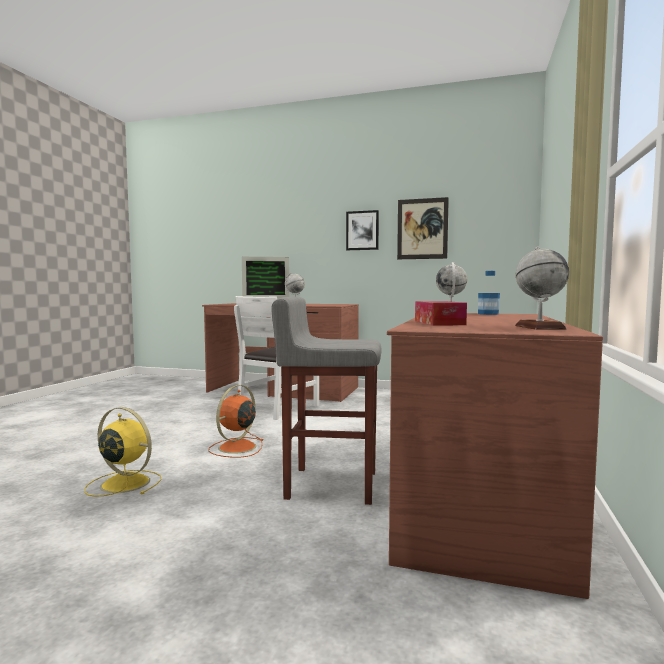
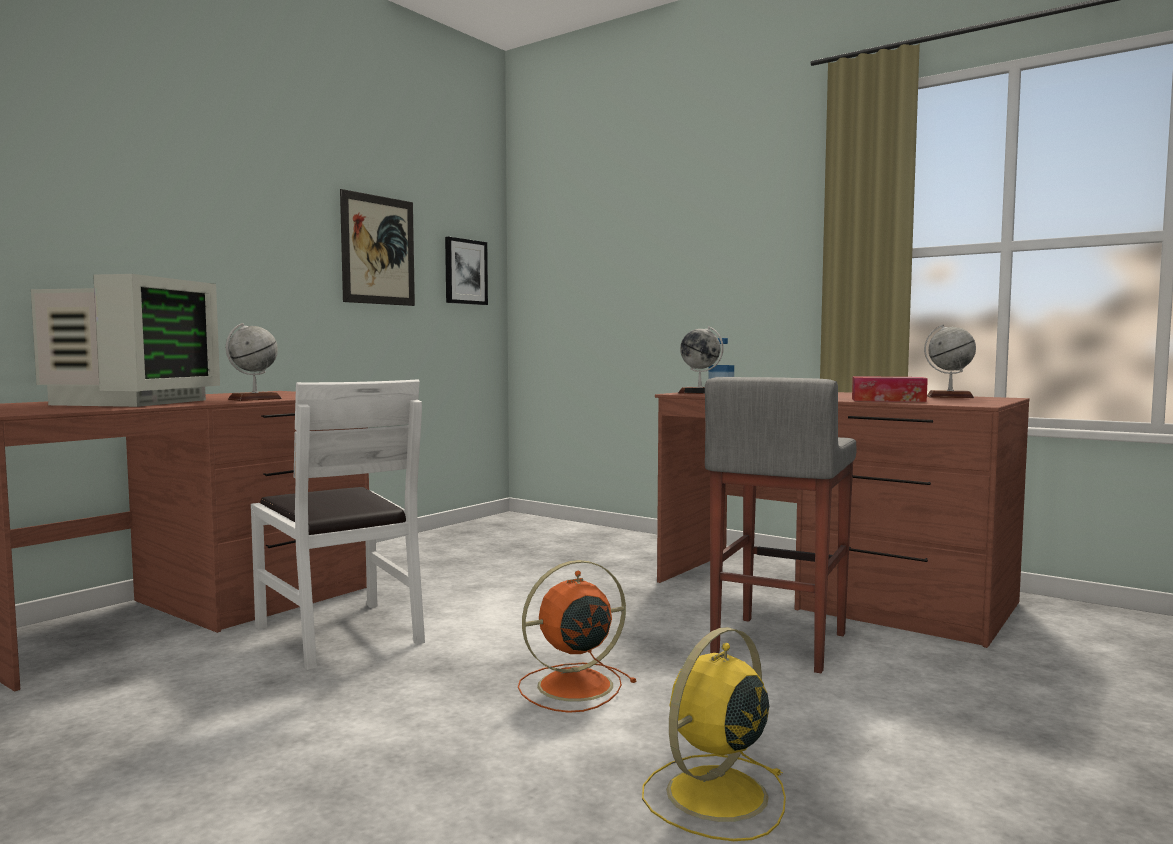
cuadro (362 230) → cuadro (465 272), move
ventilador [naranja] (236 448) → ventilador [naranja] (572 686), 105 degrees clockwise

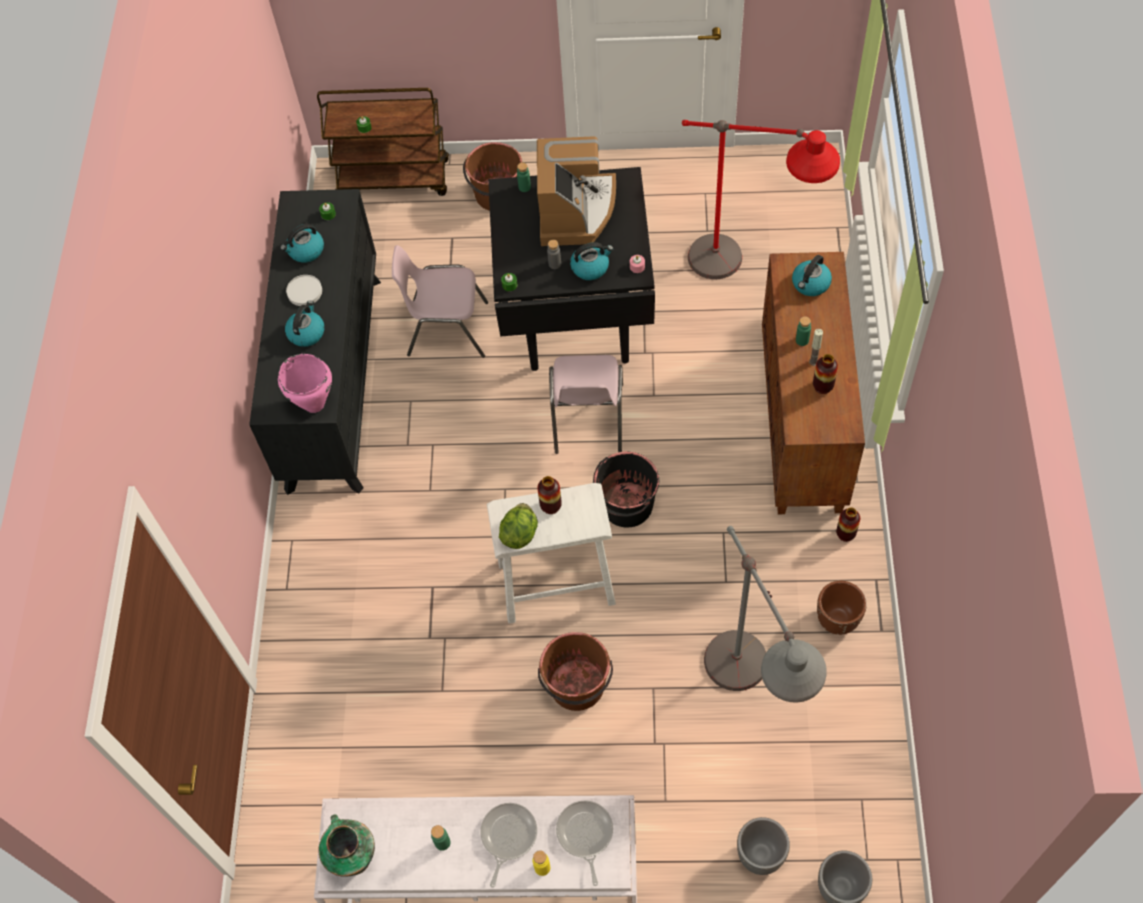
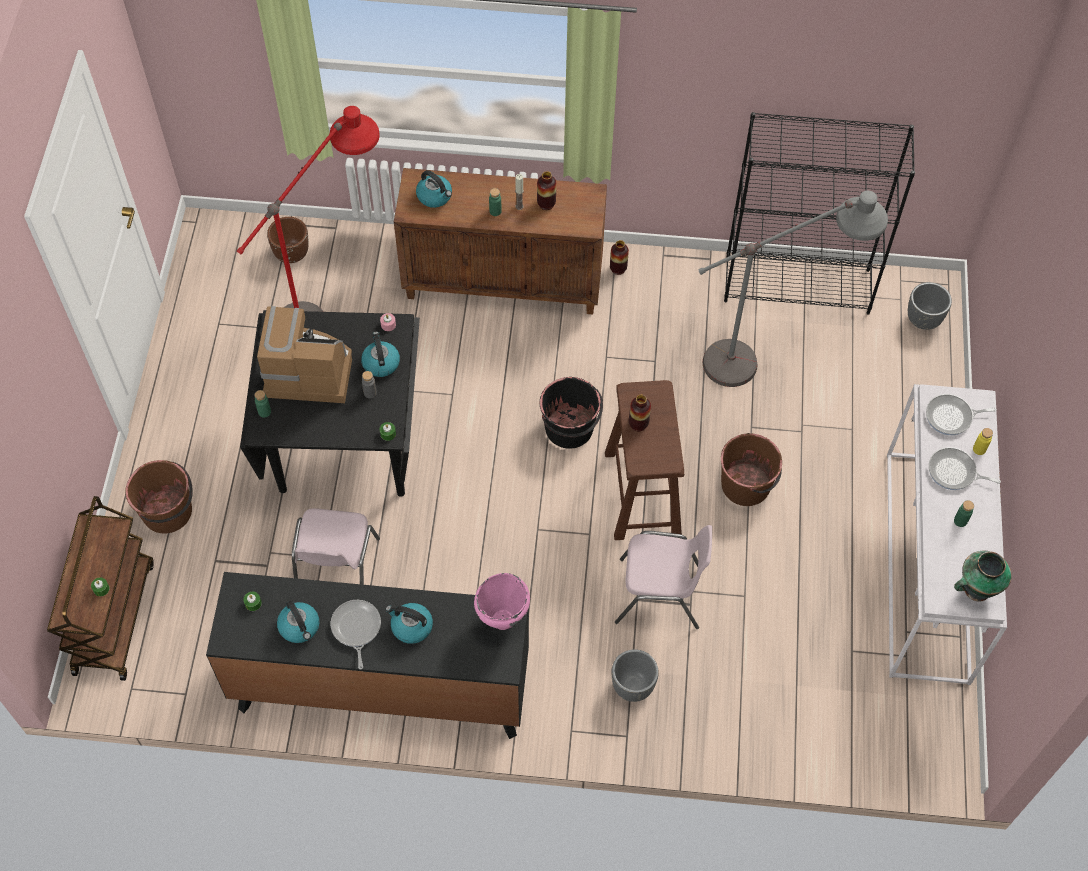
plato [blanco] (304 292) → sartén (356 628)
silla [rosa] (587 420) → silla [rosa] (660 595), move
taburete [blanco] (555 582) → taburete [marrón] (642 494)
lechuga (520 533) → -
maceta [marrón] (837 620) → maceta [marrón] (291 254), move
maceta [gris] (760 856) → maceta [gris] (633 686), move
- → estantería [negro] (798 285)

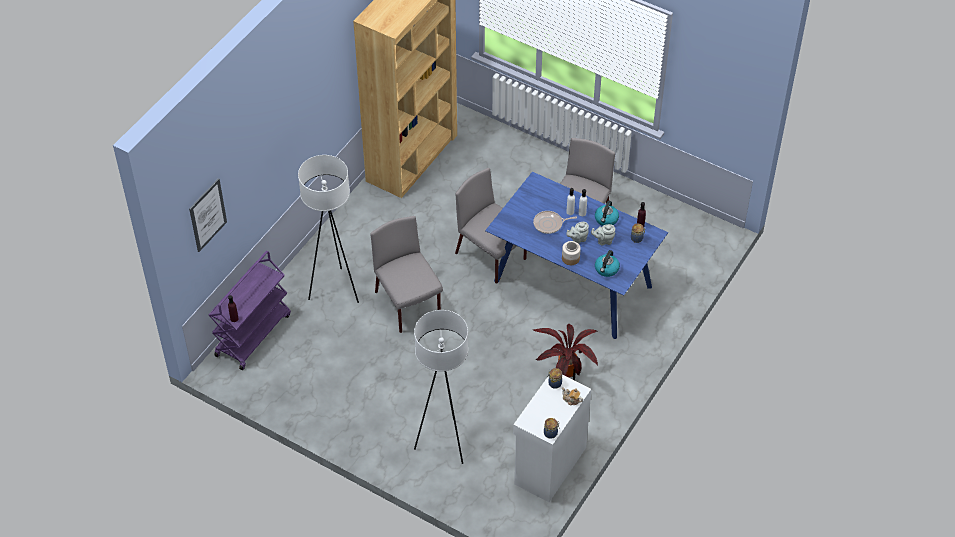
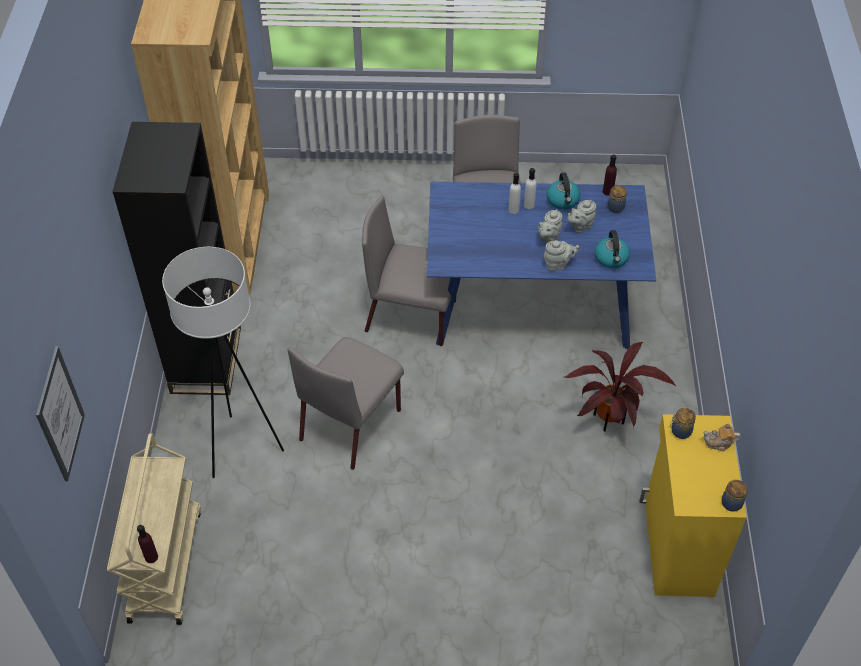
sartén (549 224) → -
silla [gris] (408 305) → silla [gris] (351 423), 90 degrees counterclockwise
tarro (570 258) → tetera [gris] (558 264)
carrito [morado] (253 334) → carrito [beis] (165 564)
lámpara de pie [blanco] (444 443) → -
armario [blanco] (548 465) → armario [amarillo] (676 547)
- → estantería [negro] (206 360)

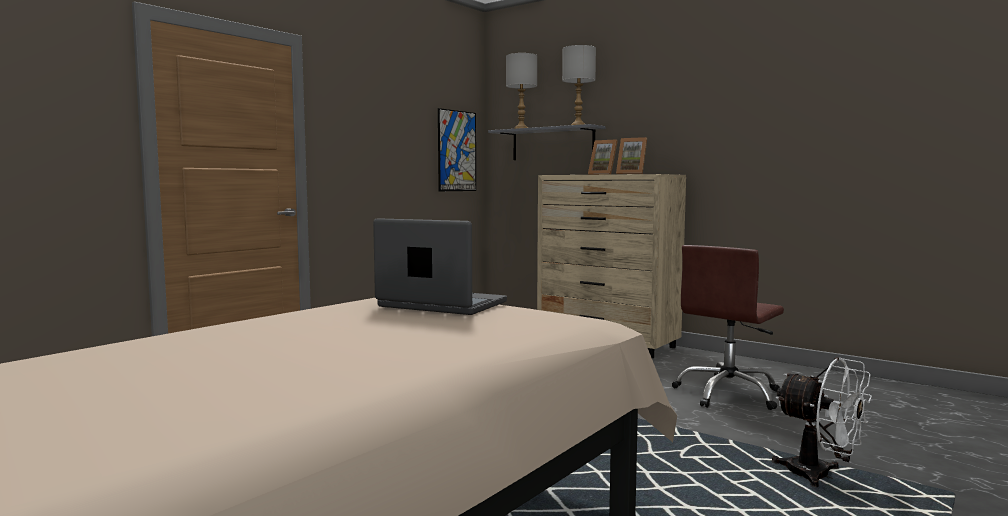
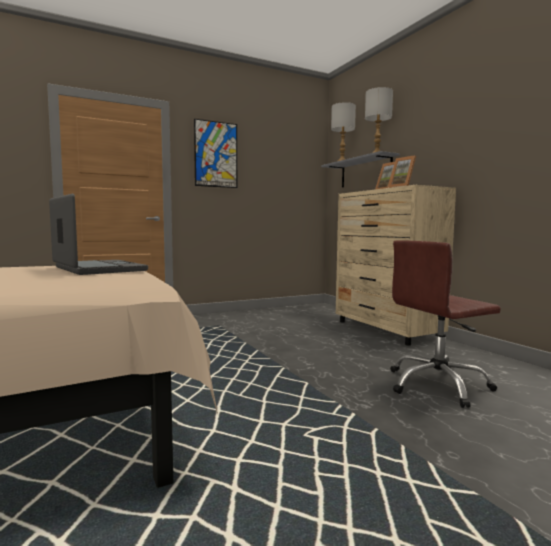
cuadro (457 151) → cuadro (216 154), move
ventilador [blanco] (820 476) → -

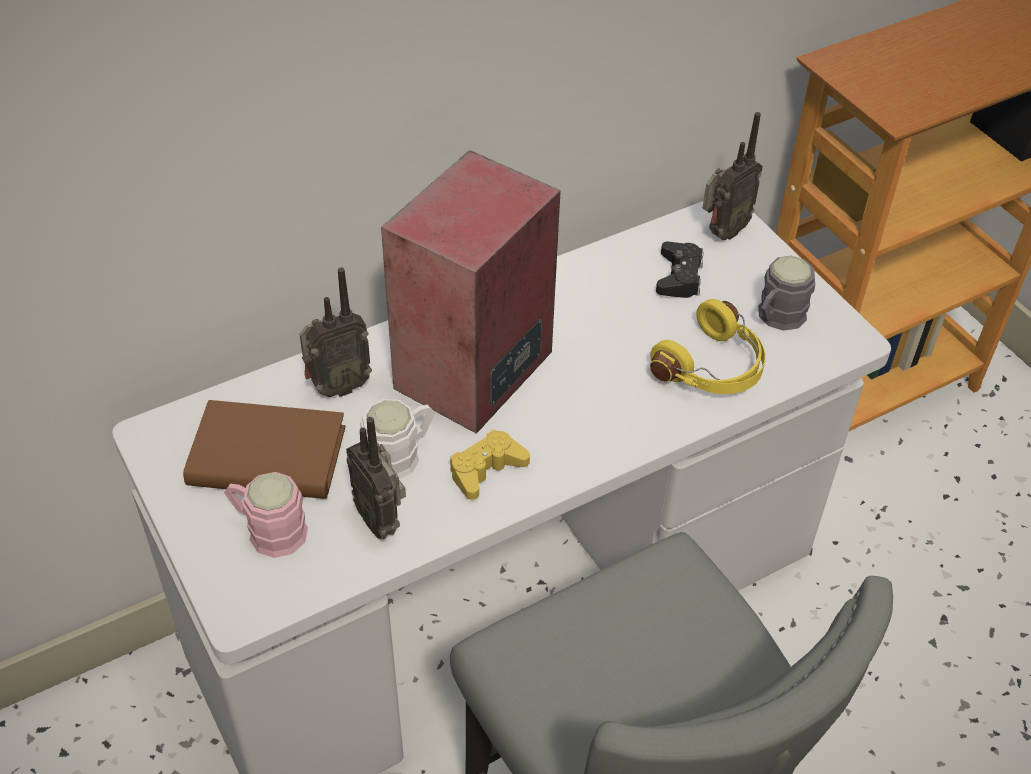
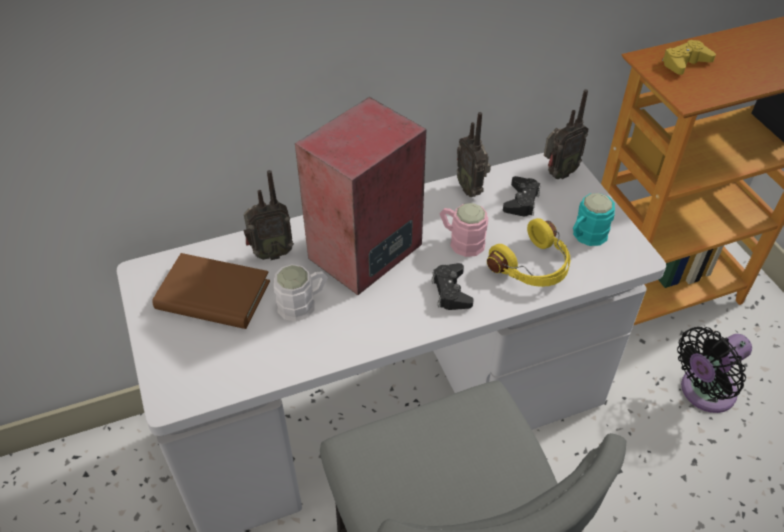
taza grande [gris] (776 318) → taza grande [turquesa] (585 236)
radio (380 519) → radio (471 189), move
mando de consola [amarillo] (486 470) → mando de consola [amarillo] (685 63), move
taza grande [rosa] (268 530) → taza grande [rosa] (461 241), move
- → mando de consola [negro] (451 291)
- → ventilador [negro] (703 392)

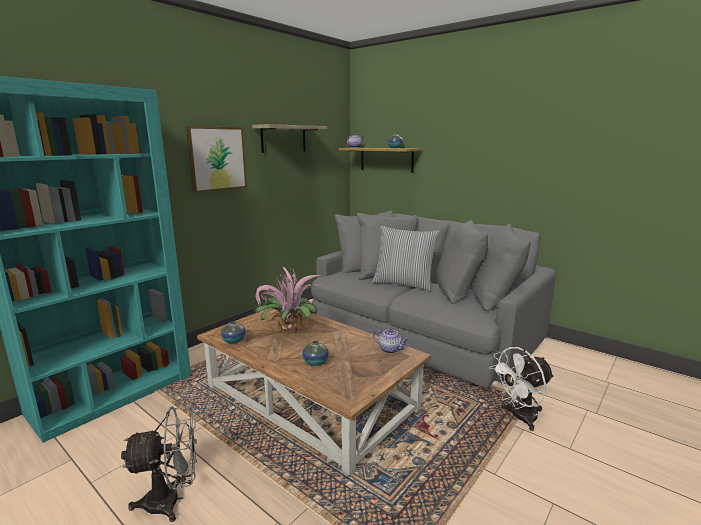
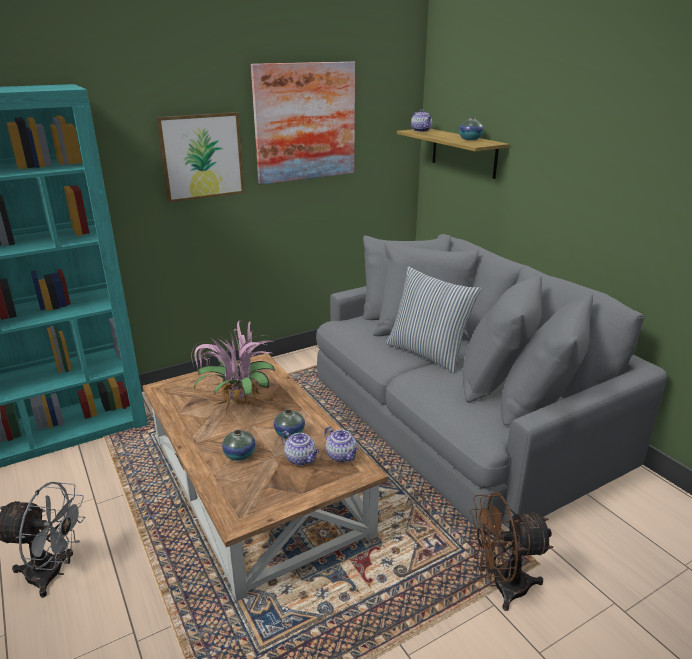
estante (283 138) → cuadro (305 122)
florero (234 341) → florero (289 433), move
ventilador [blanco] (519 417) → ventilador [marrón] (500 586)
- → tetera (301 459)

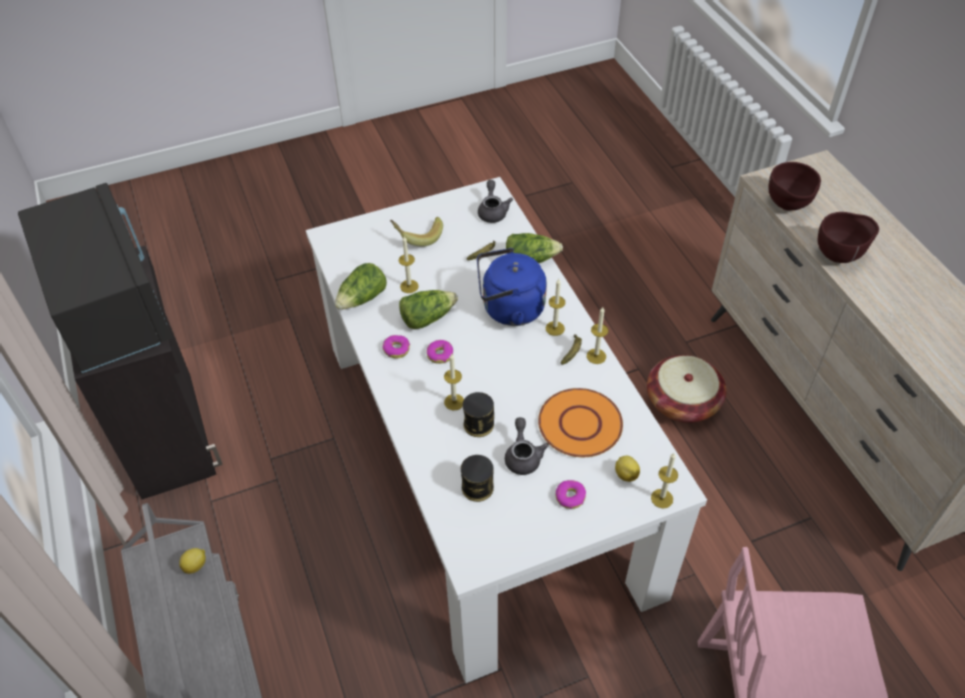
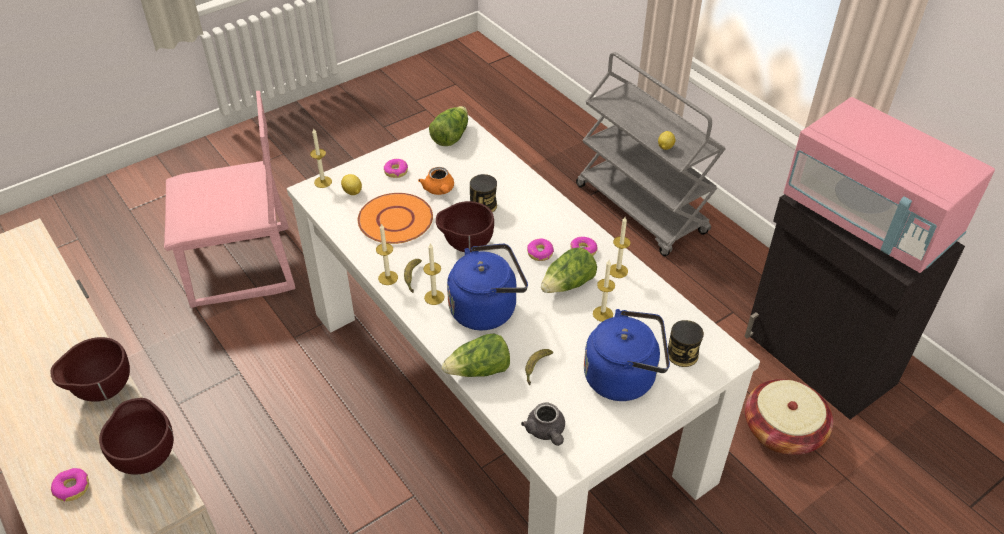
microondas [negro] (111 308) → microondas [rosa] (870 220)
plátano (417 236) → hervidor [azul] (624 377)
lechuga (362 299) → lechuga (450 136), move
vela (454 402) → vela (618 271), move
cesta (682 402) → cesta (782 430), move
tetera [gris] (523 456) → tetera [naranja] (439 190)
lata (477 487) → lata (682 354), move
- → cuenco [marrón] (465 246)
- → rosquilla (72 488)

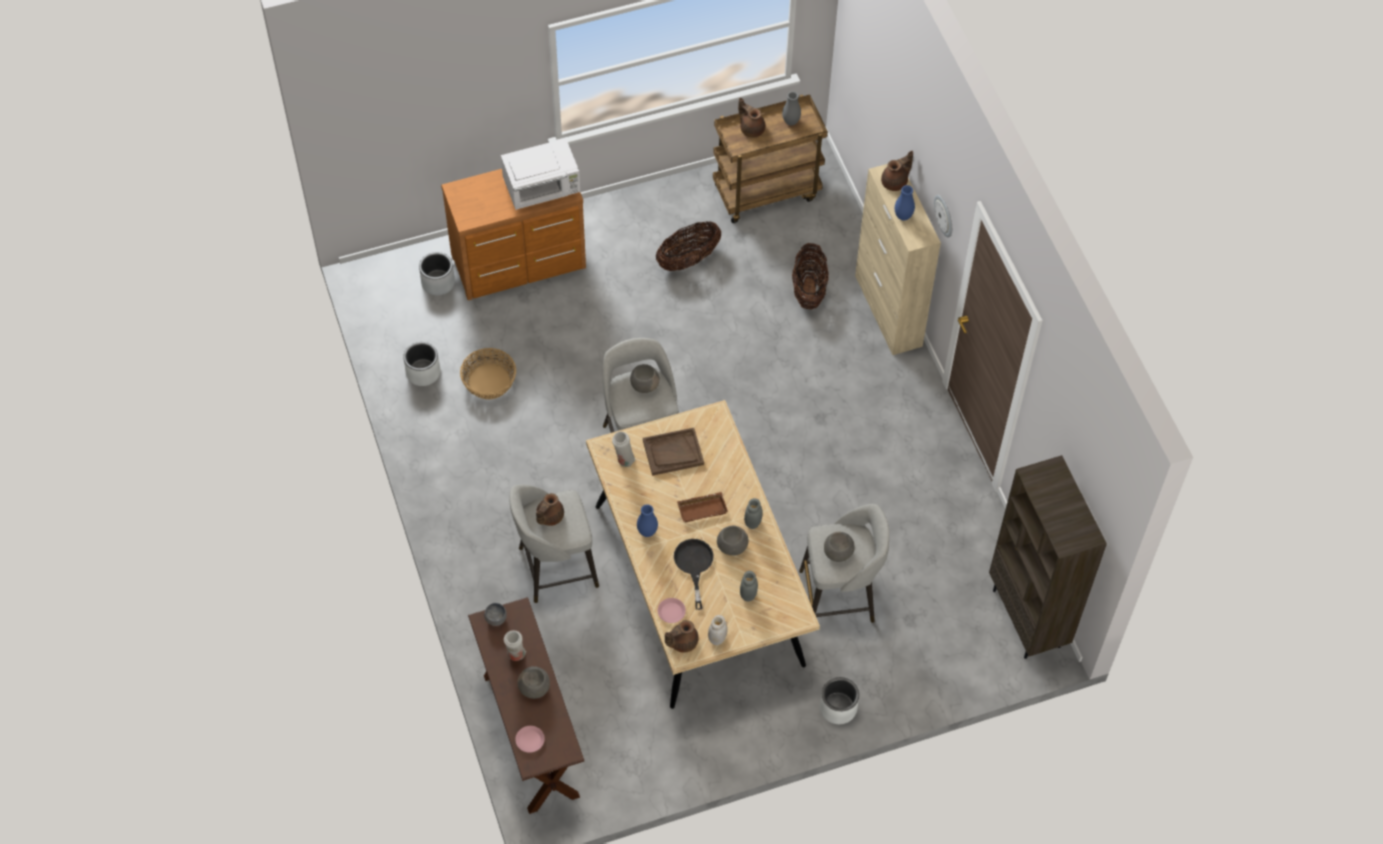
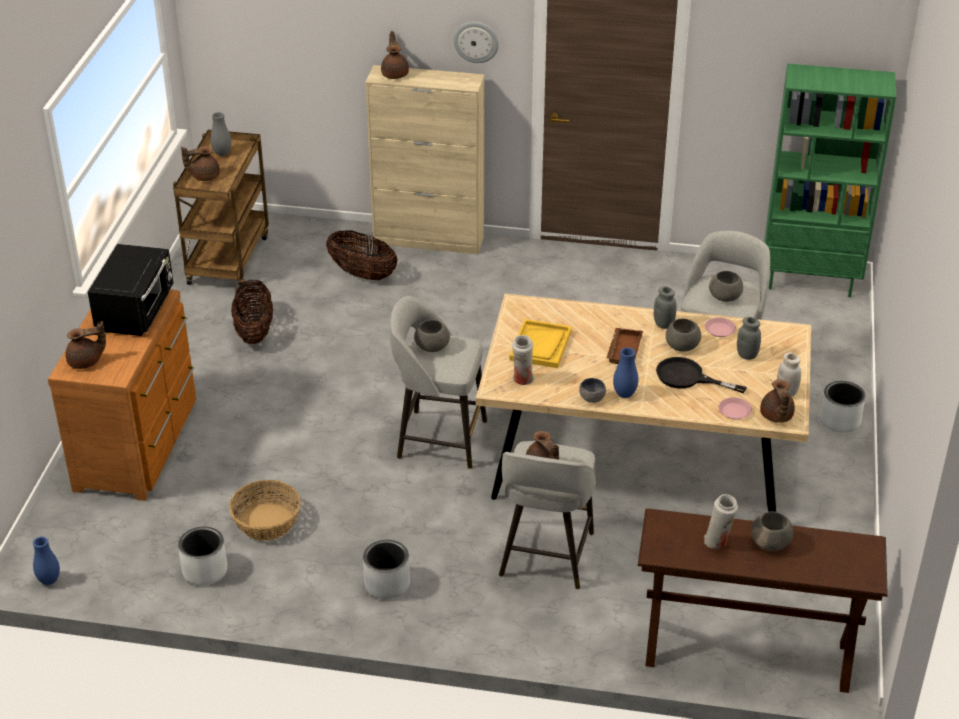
microondas [blanco] (543 189) → microondas [negro] (137 311)
florero [azul] (903 216) → florero [azul] (49 580), move
maceta [gris] (438 282) → maceta [gris] (386 584), move
bandeja [marrón] (673 453) → bandeja [amarillo] (540 345)
estantería [marrón] (1027 618) → estantería [verde] (810 281)
cuenco [gris] (496 619) → cuenco [gris] (593 398), move
plato [rosa] (529 740) → plato [rosa] (720 330), move
- → tetera [marrón] (86 362)

